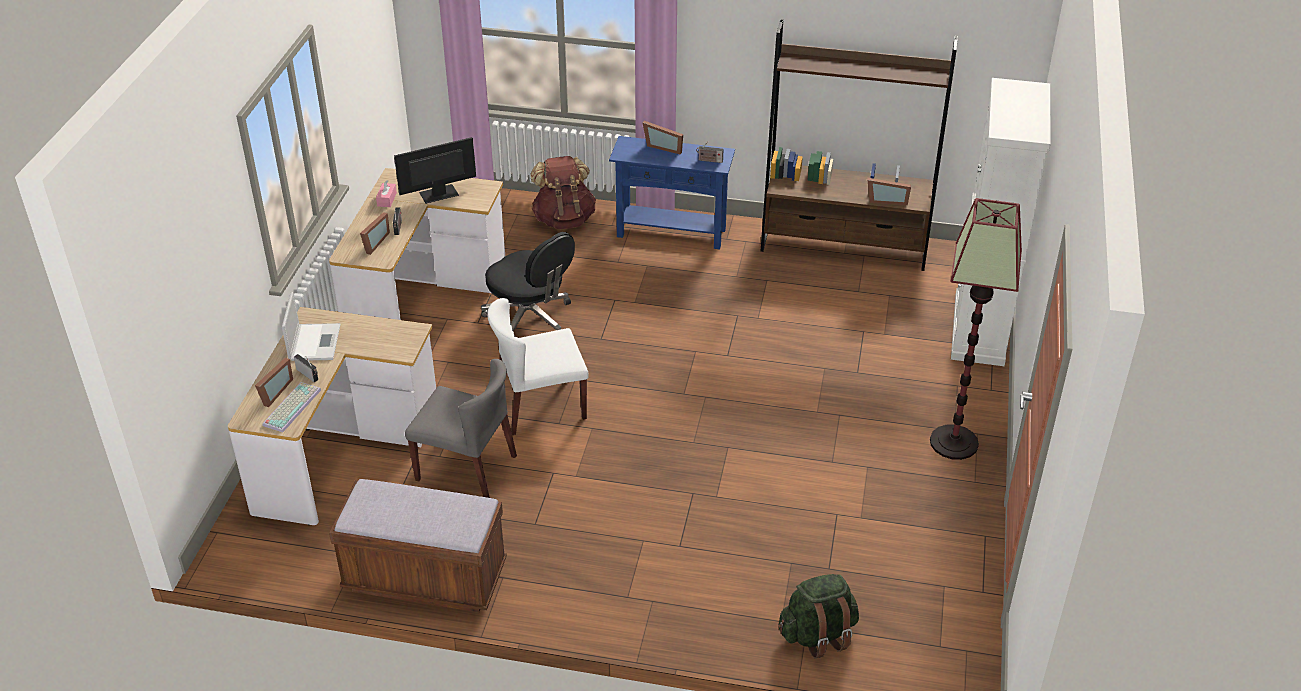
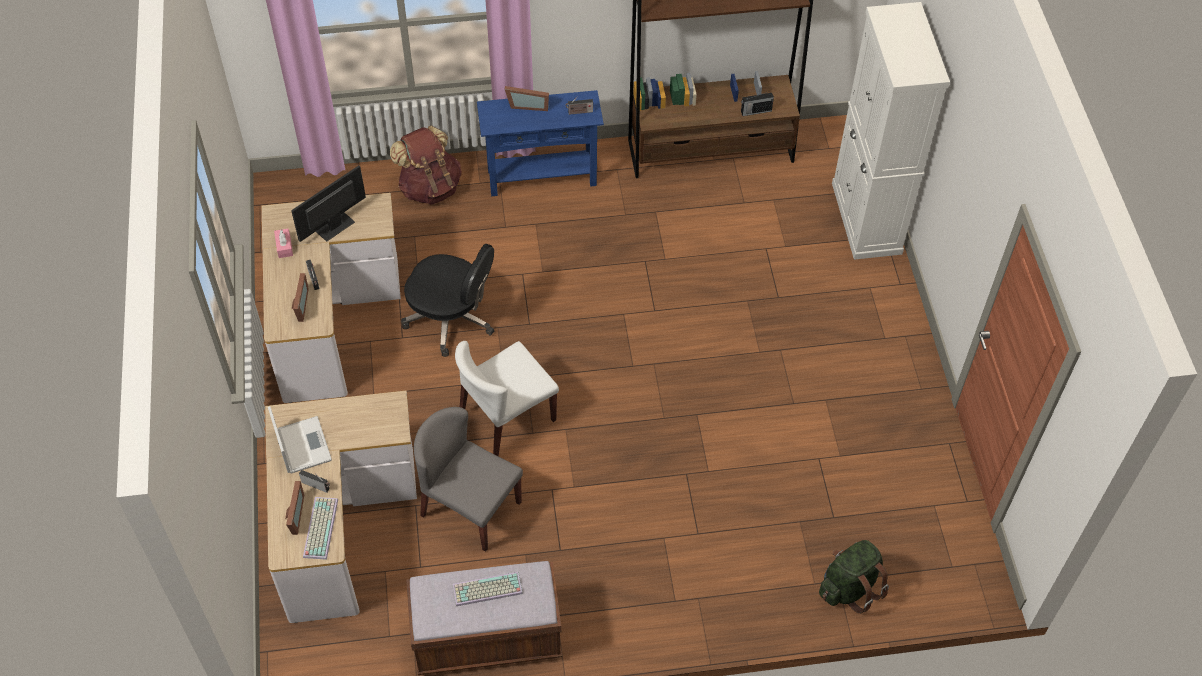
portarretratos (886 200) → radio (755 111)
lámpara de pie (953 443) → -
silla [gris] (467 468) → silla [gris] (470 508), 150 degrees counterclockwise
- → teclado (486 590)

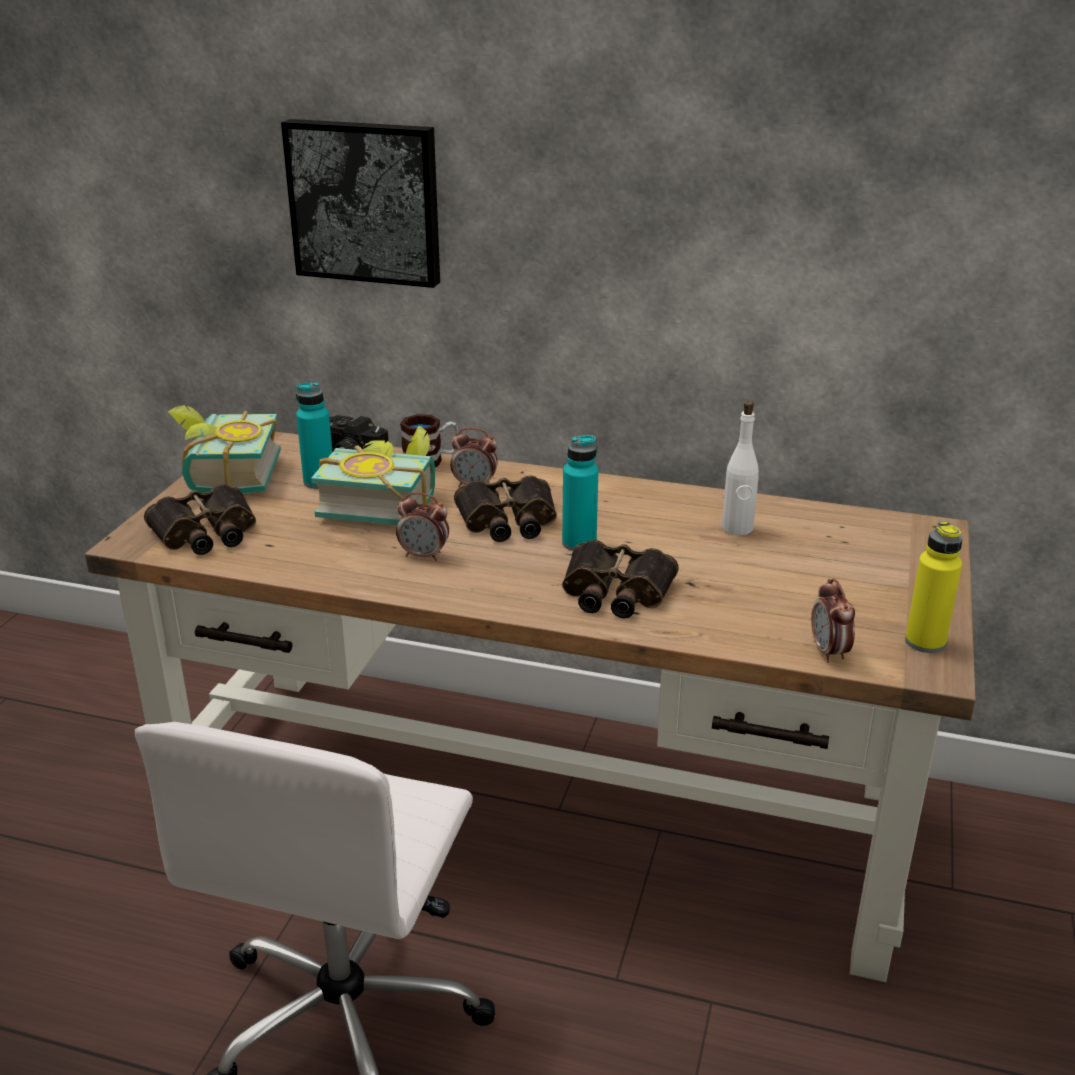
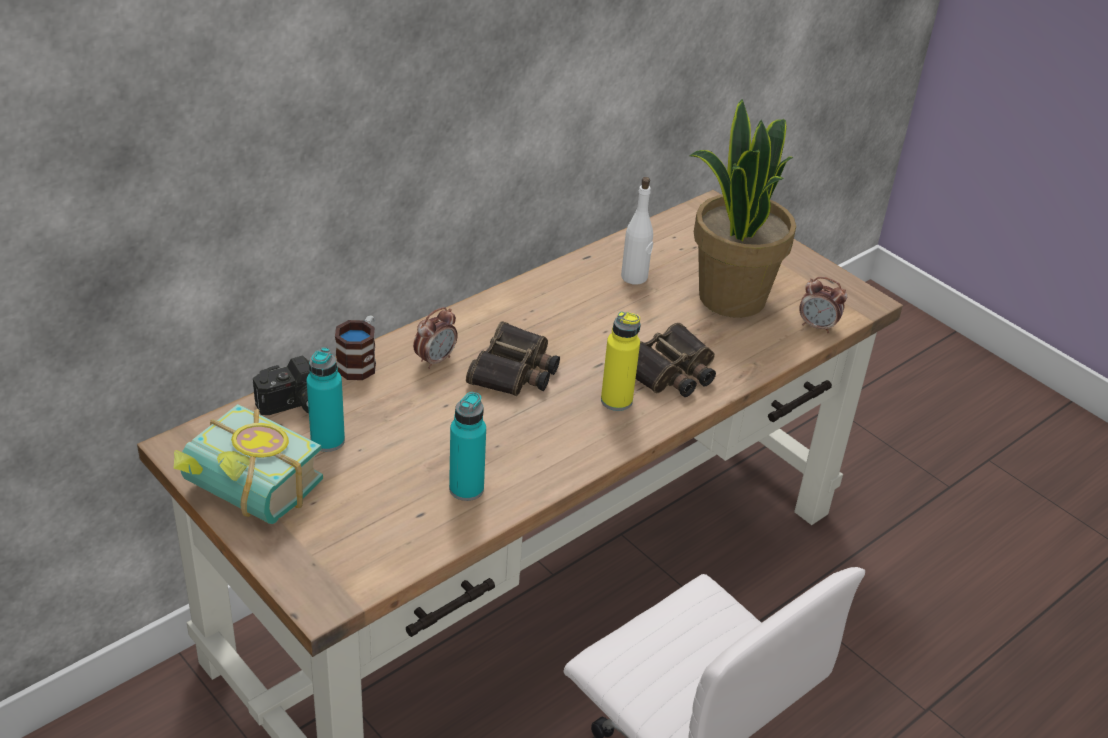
cuadro (366 201) → -
libro (381 504) → -
botella [turquesa] (579 543) → botella [turquesa] (466 489), move
prismáticos (205 533) → -
despertador (424 555) → -
botella [amarillo] (925 642) → botella [amarillo] (616 400), move
- → planta en maceta (730 297)

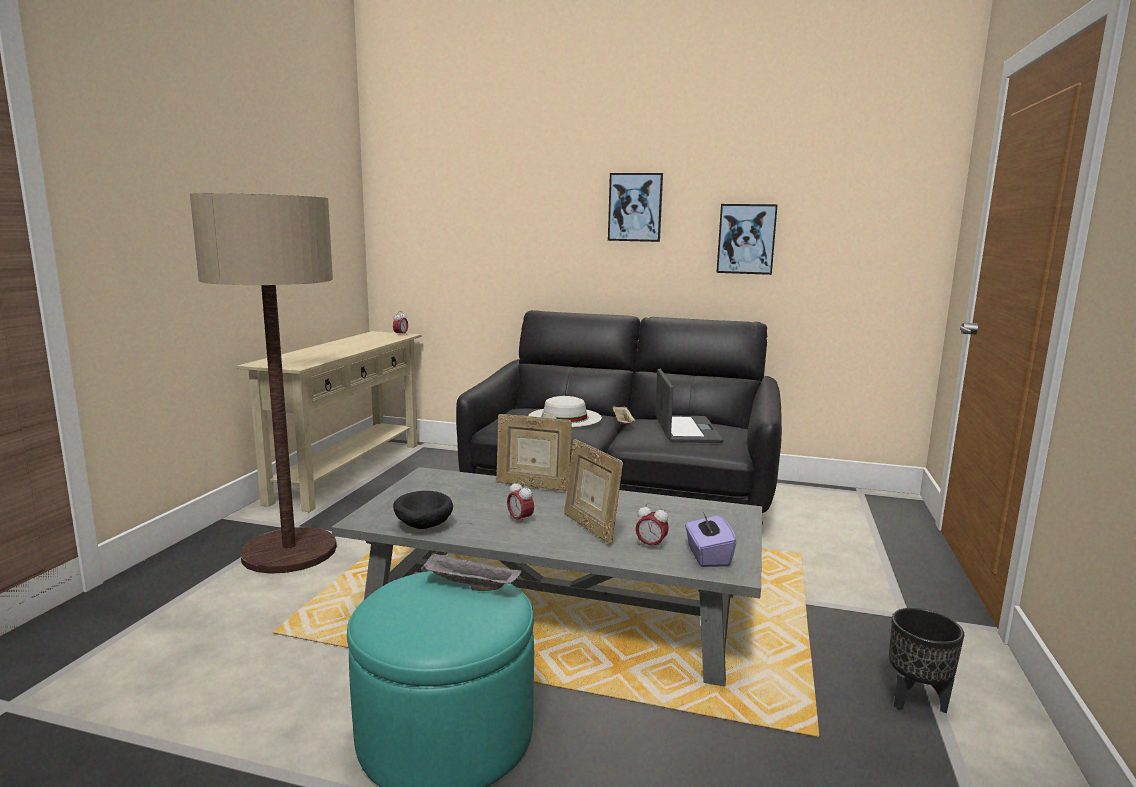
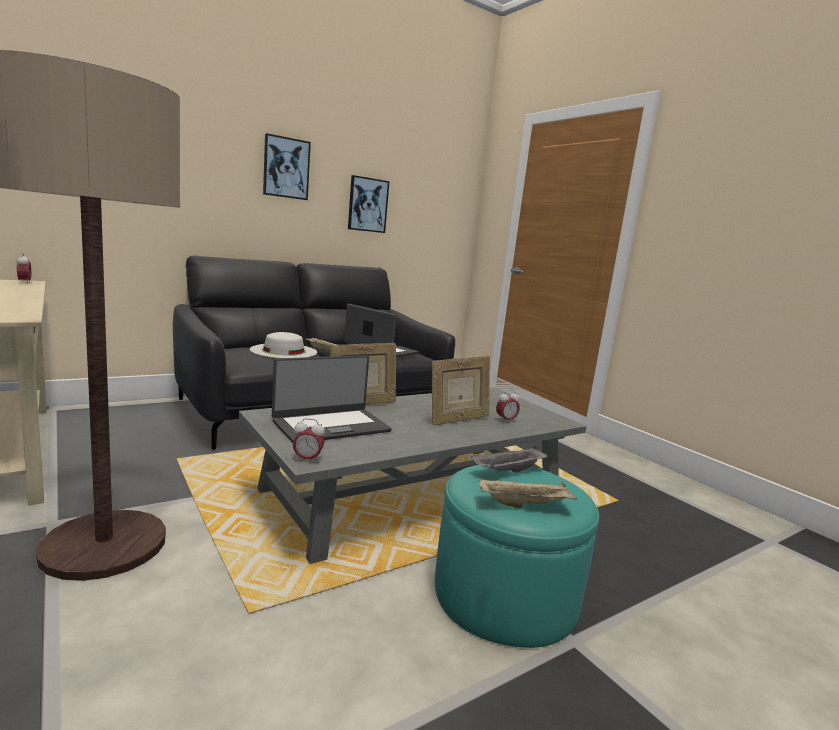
portarretratos (590 528) → portarretratos (458 420), 45 degrees counterclockwise
despertador (520 520) → despertador (307 459), move
cuenco [negro] (423 527) → -
caja de pañuelos [morado] (707 556) → -
maceta [negro] (916 701) → -
- → portátil (330 426)
- → bandeja [beis] (525 504)

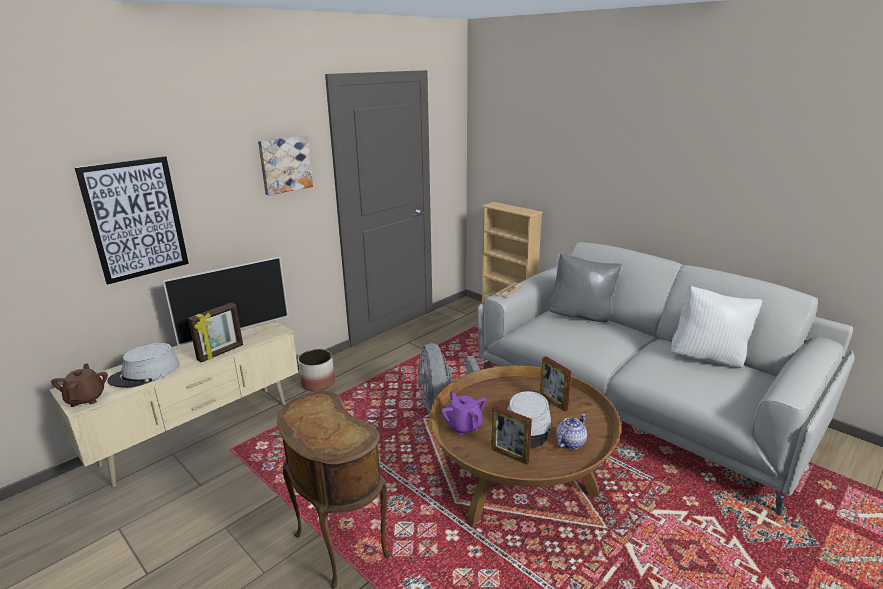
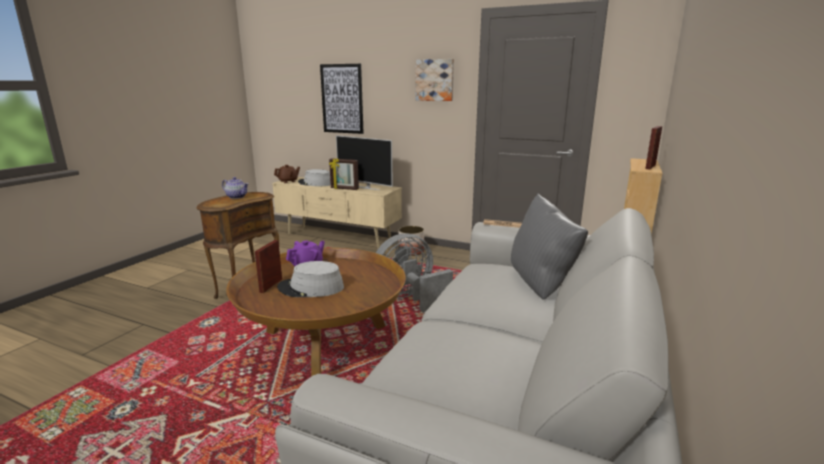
cojín [blanco] (708 359) → -
portarretratos (553 402) → portarretratos (650 167), move
tetera (570 442) → tetera (237 197), move

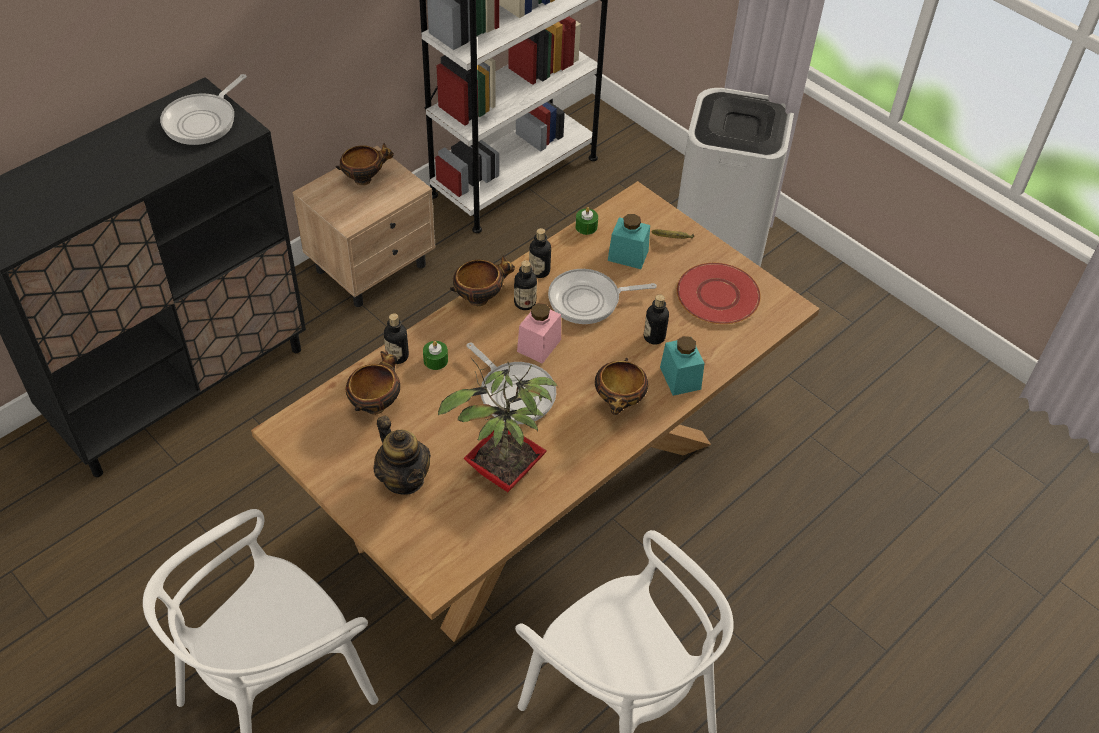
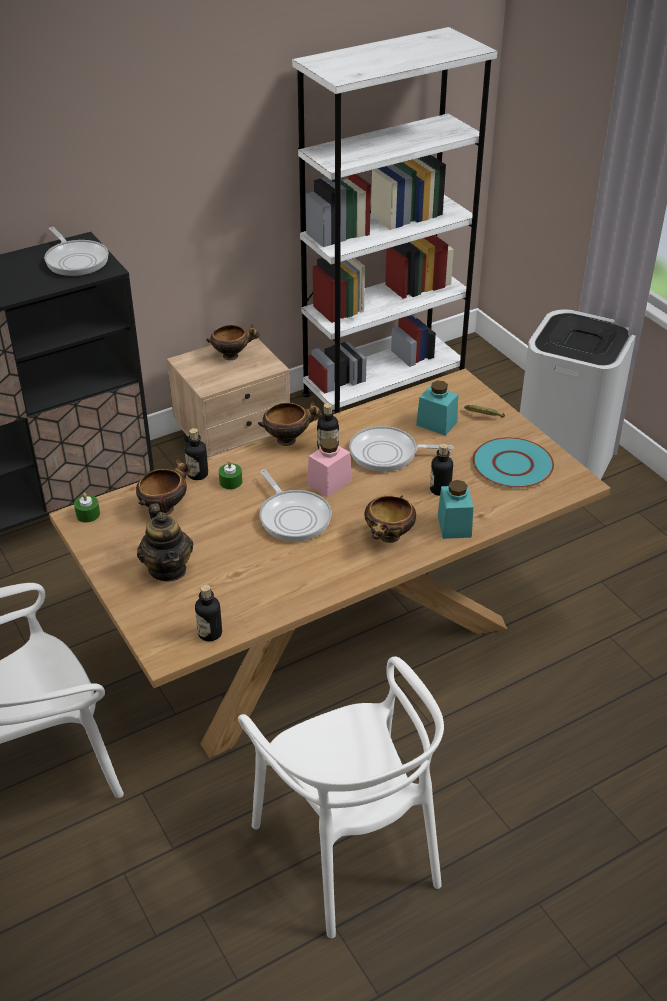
sartén (203 121) → sartén (76 260), 75 degrees counterclockwise
vela [verde] (586 226) → vela [verde] (88 514), move
botella (539 271) → botella (210 633), move
plato [rojo] (717 296) → plato [turquesa] (512 465)
planta en maceta (503 475) → -

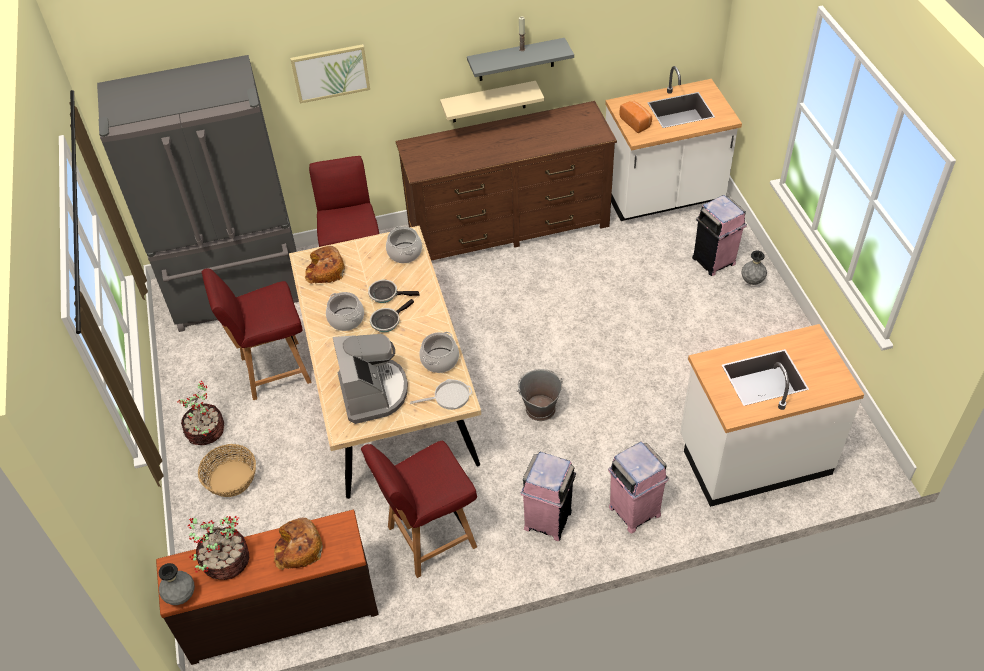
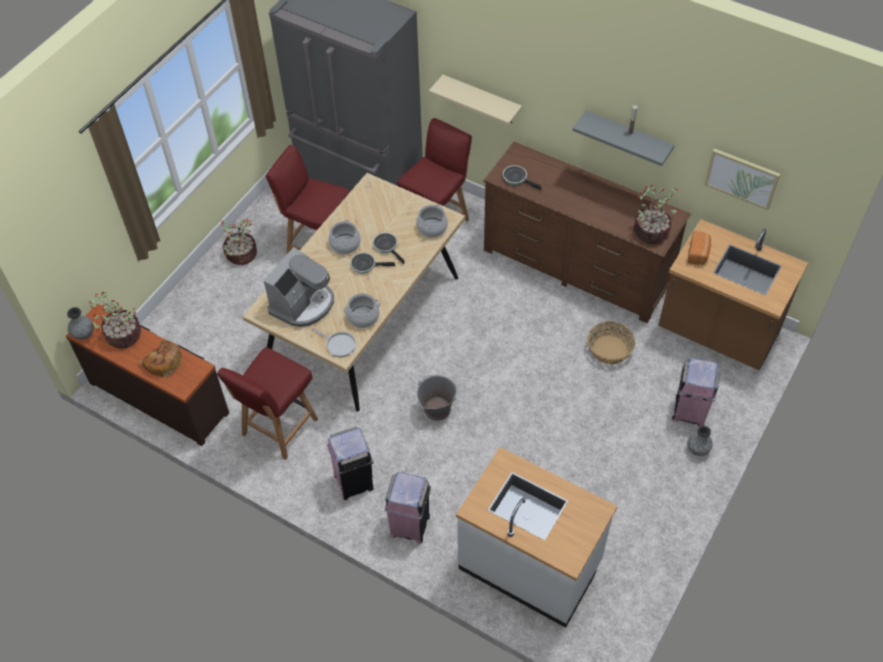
cuadro (330 73) → cuadro (742 178), move
mueble bajo de cocina [blanco] (663 196) → mueble bajo de cocina [marrón] (717 333)
estante [beis] (488 102) → estante [beis] (481 100), move
pan (325 271) → -
silla [rojo] (429 538) → silla [rojo] (278 428), 75 degrees counterclockwise
cesta (231 479) → cesta (609 350), move
- → sartén (517 178)
- → planta en maceta (652 232)

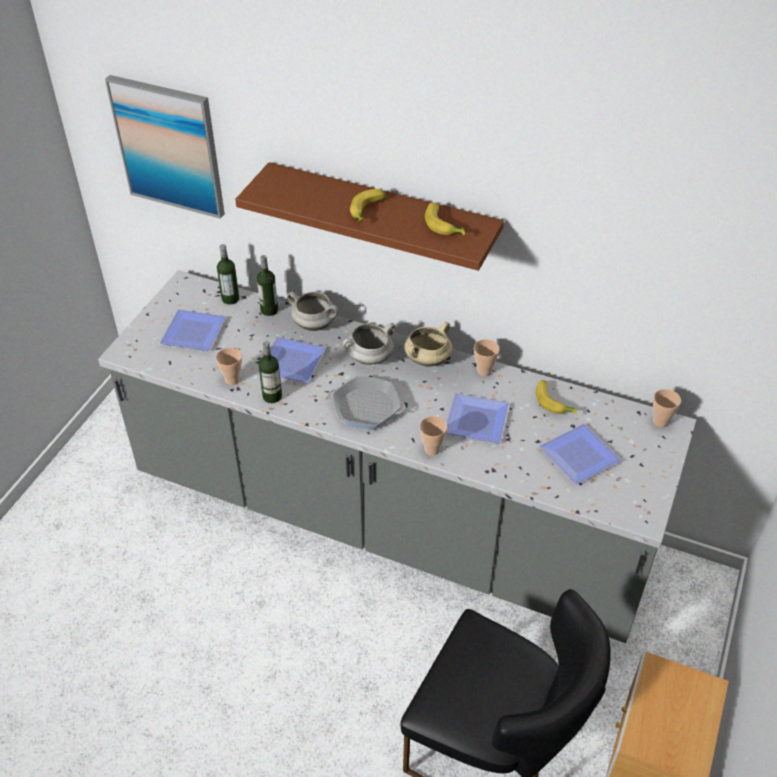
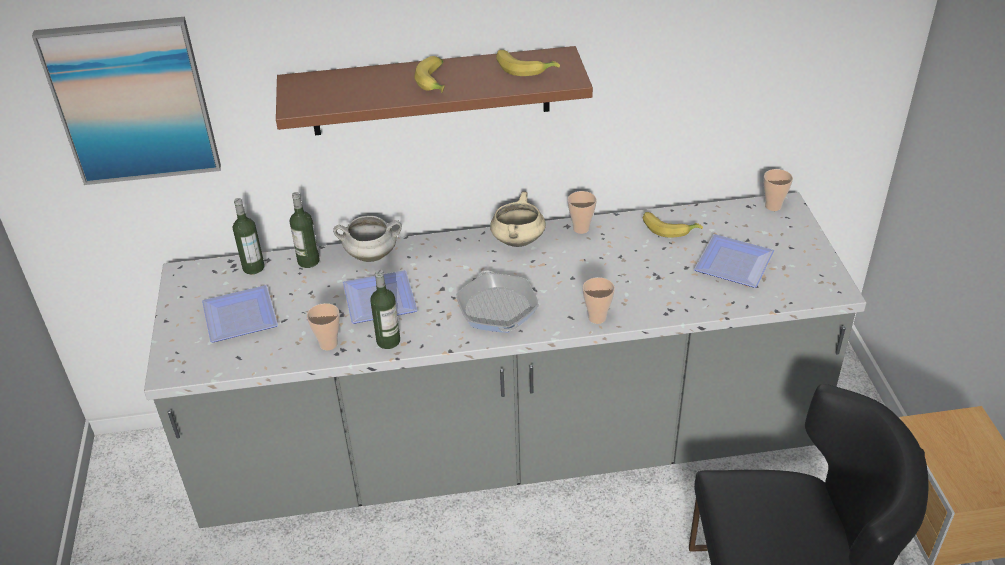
olla [blanco] (369 358) → -
sartén (366 408) → sartén (497 309), 90 degrees clockwise
plato (474 421) → -

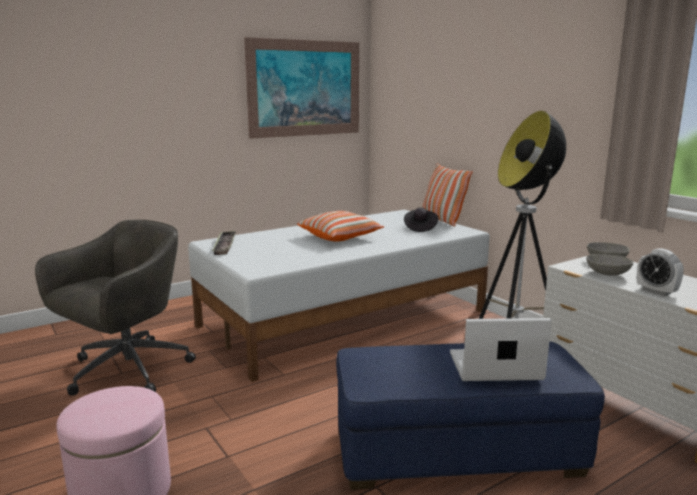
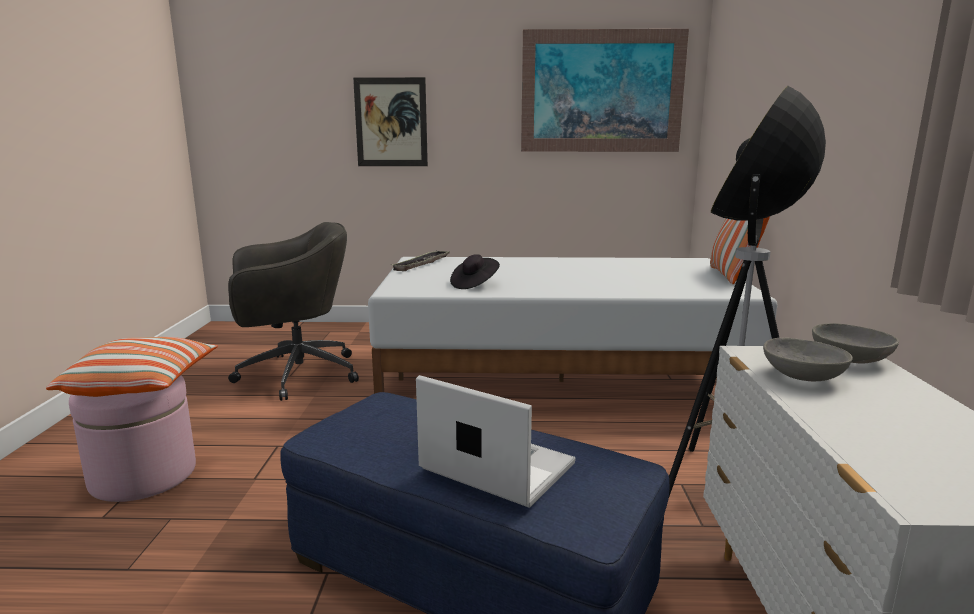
sombrero [negro] (420 228) → sombrero [negro] (474 284), move
cojín (340 237) → cojín (142 385), move
despertador (656 291) → -
- → cuadro (391 122)

